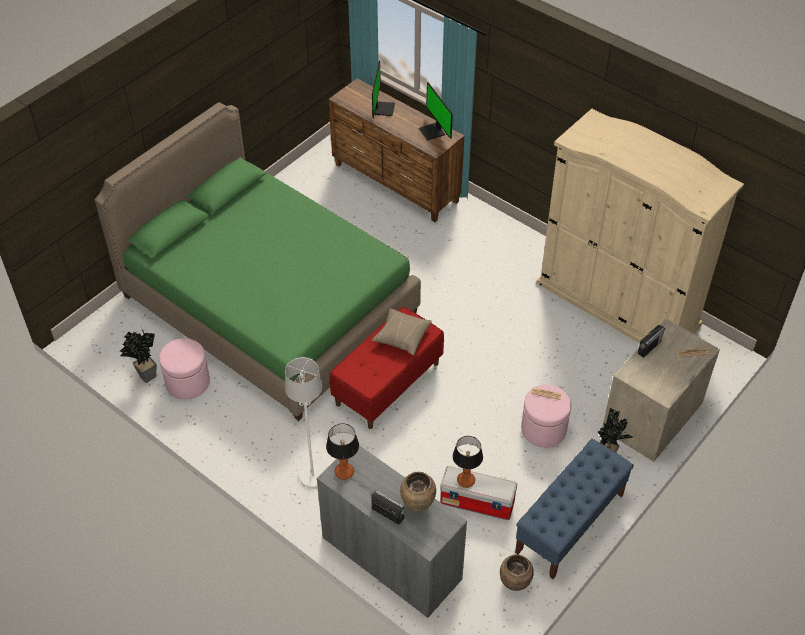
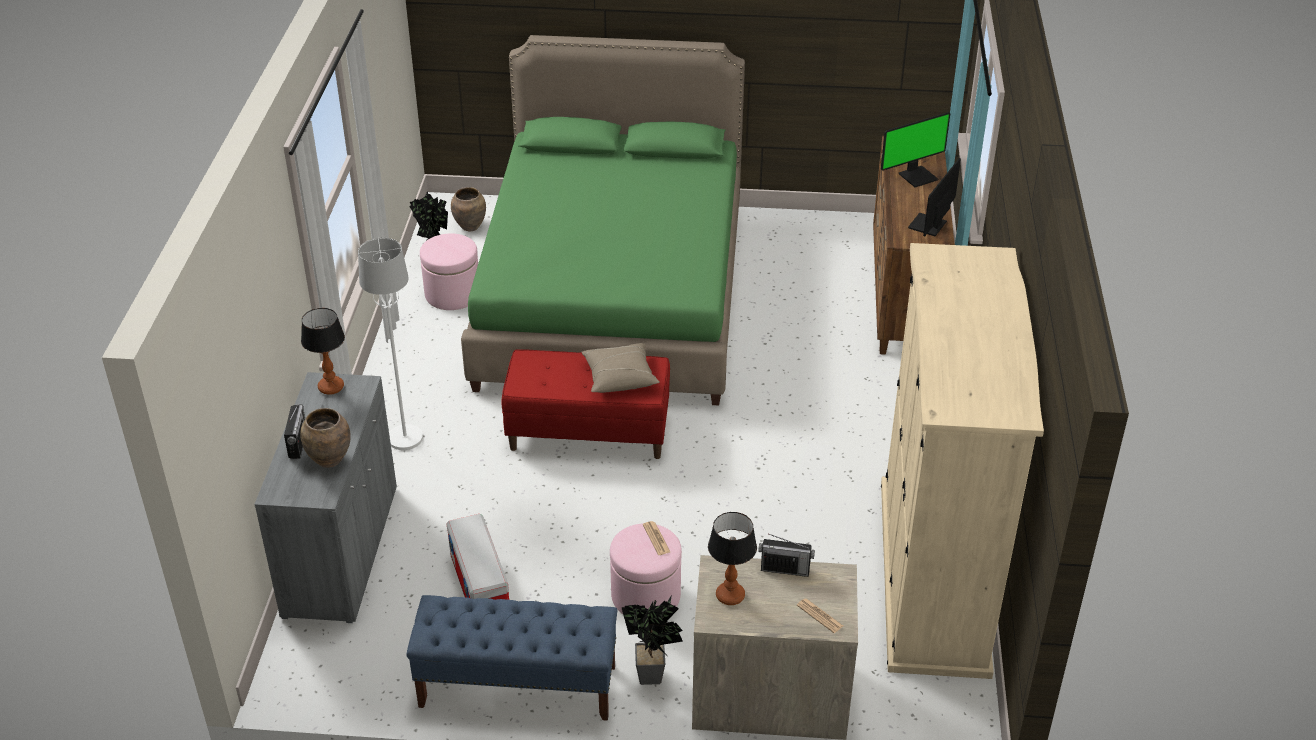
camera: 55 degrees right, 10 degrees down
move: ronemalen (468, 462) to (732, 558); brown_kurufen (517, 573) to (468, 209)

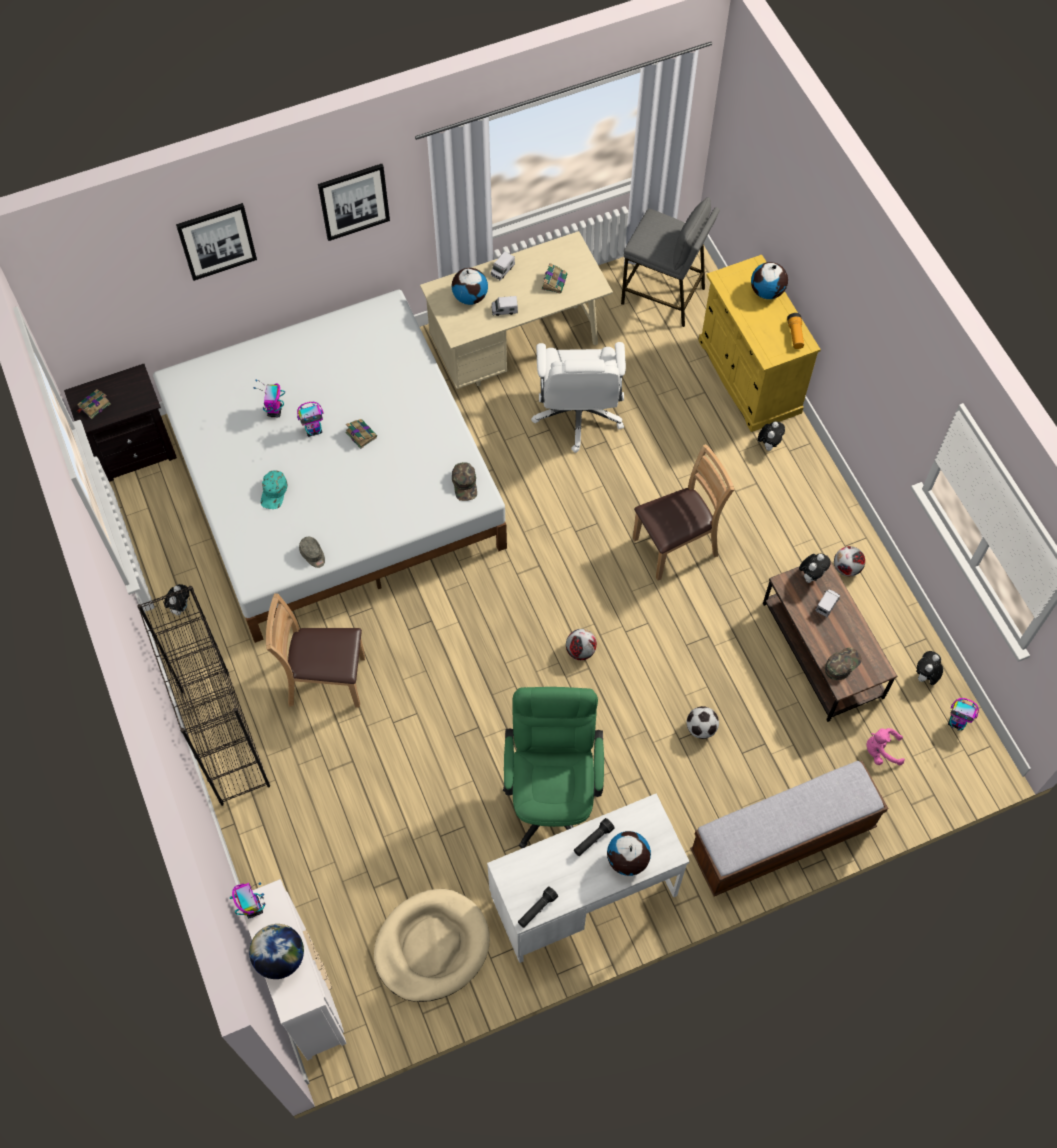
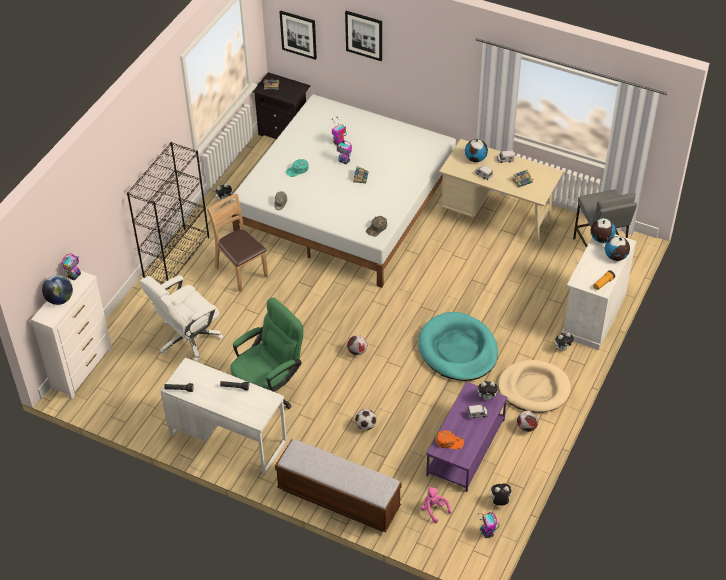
camera: 50 degrees right, 15 degrees down
move: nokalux (354, 202) to (298, 35); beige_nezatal (432, 945) to (534, 386); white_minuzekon (578, 397) to (181, 318); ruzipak (629, 853) to (603, 230)
replace: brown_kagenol (684, 512) to turquoise_nezatal (458, 346)
recolor: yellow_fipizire (759, 343) to white_fipizire (599, 292); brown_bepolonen (830, 638) to purple_bepolonen (466, 437); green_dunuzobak (843, 664) to orange_dunuzobak (450, 439)

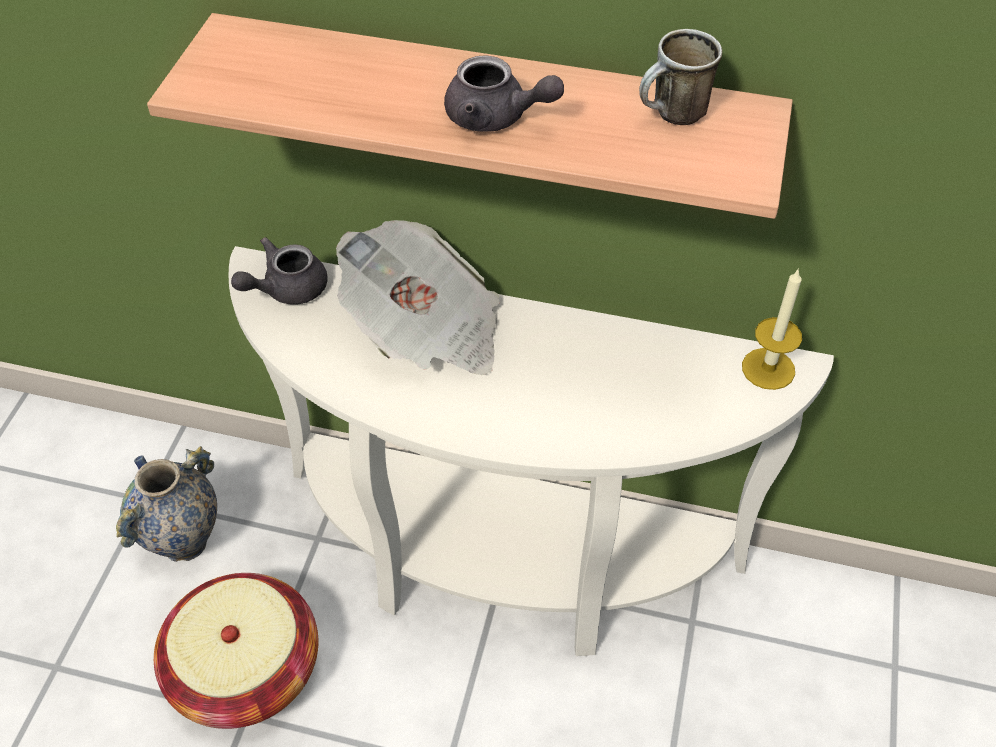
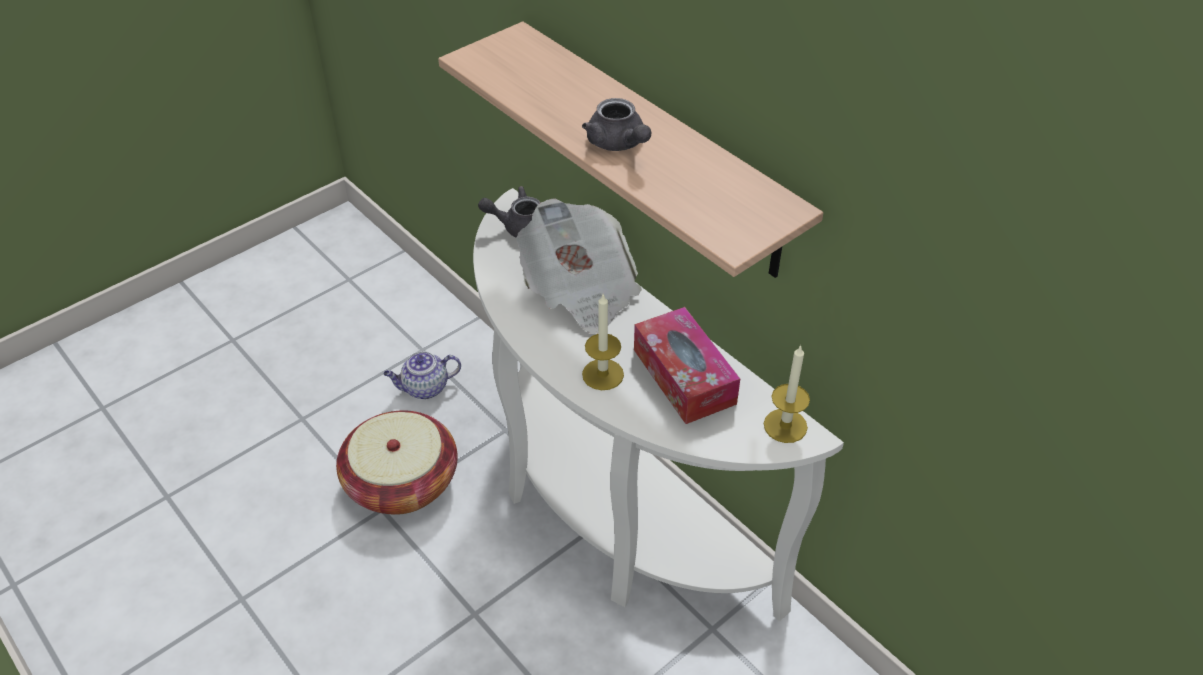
camera: 35 degrees right, 5 degrees down
delete: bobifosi (680, 77)
insert: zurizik (603, 342); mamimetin (687, 365)
replace: kurufen (166, 504) to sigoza (422, 375)

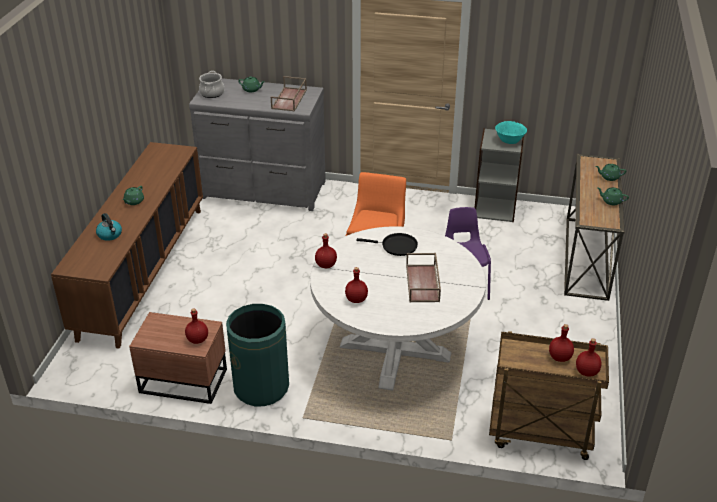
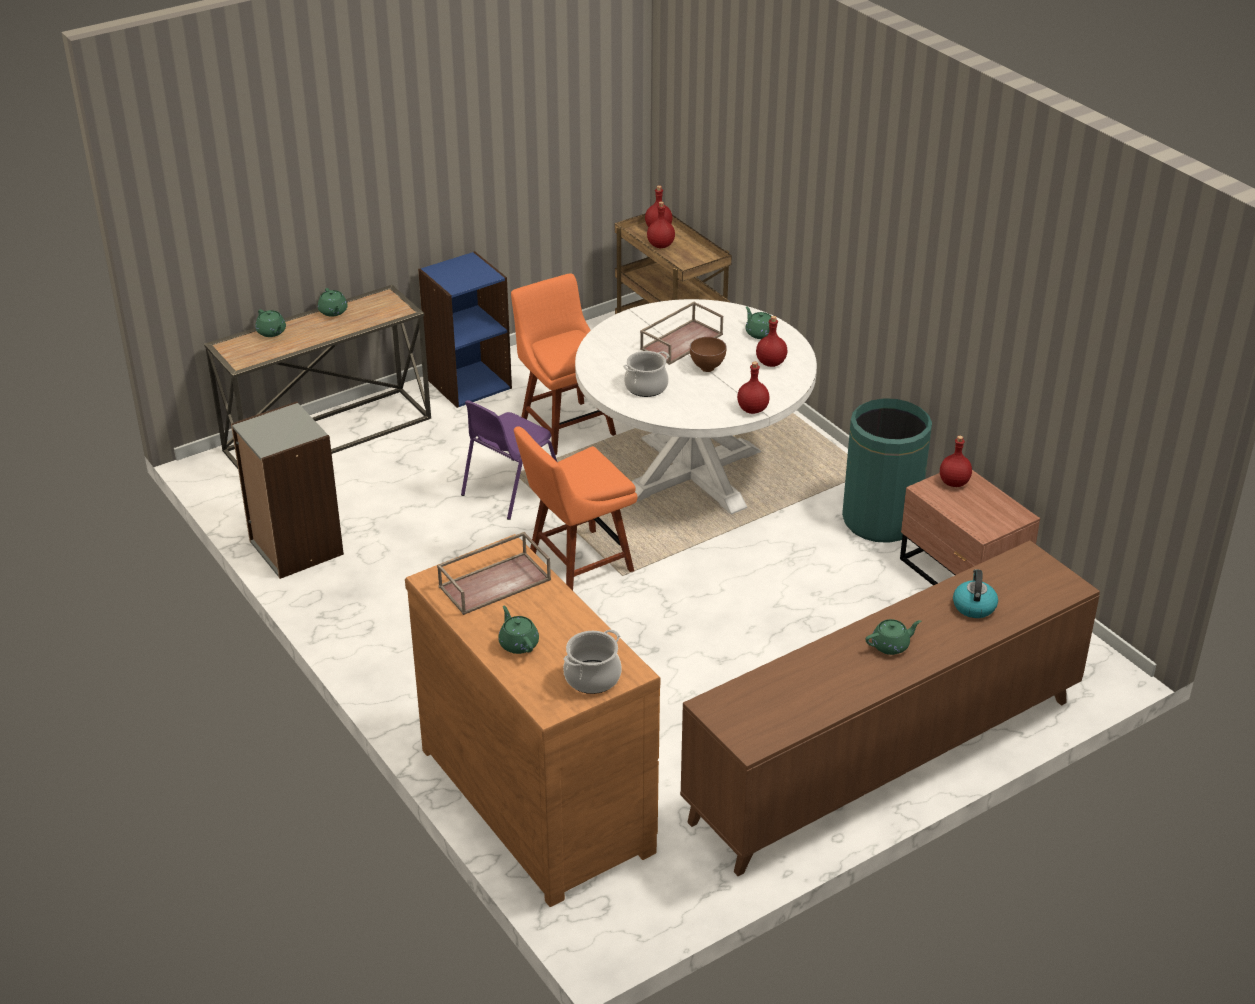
camera: 135 degrees left, 0 degrees up
delete: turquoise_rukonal (511, 132)
insert: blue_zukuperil (465, 329); orange_kagenol (563, 364); brown_rukonal (708, 354); green_sigoza (758, 322)
replace: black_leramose (387, 244) to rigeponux (646, 374)
recolor: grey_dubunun (257, 144) to brown_dubunun (532, 720)

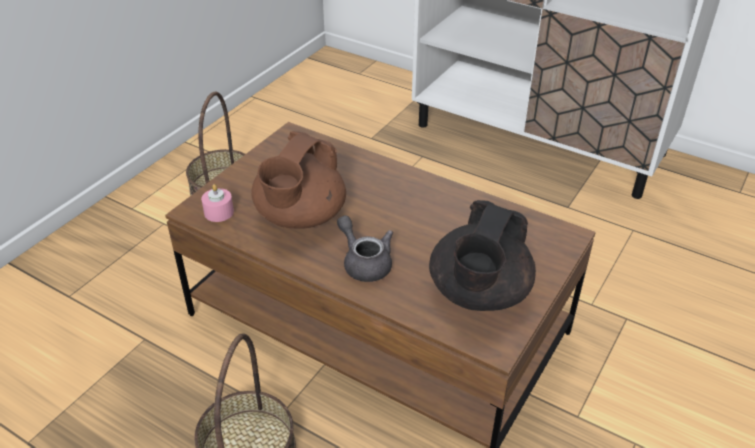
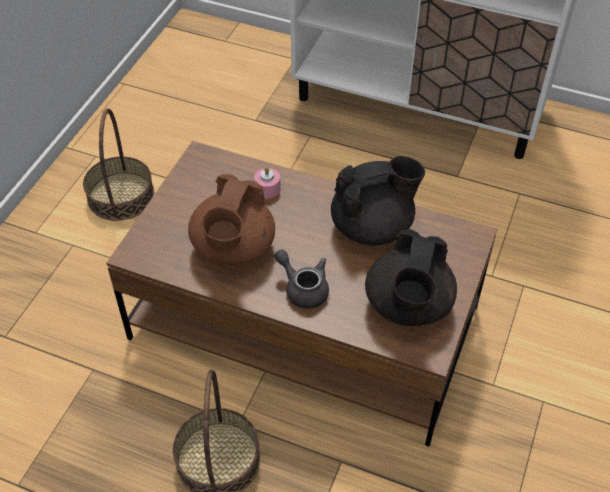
camera: 10 degrees left, 10 degrees up
insert: black_sigoza (378, 200)
move: pink_zurizik (217, 203) to (267, 182)

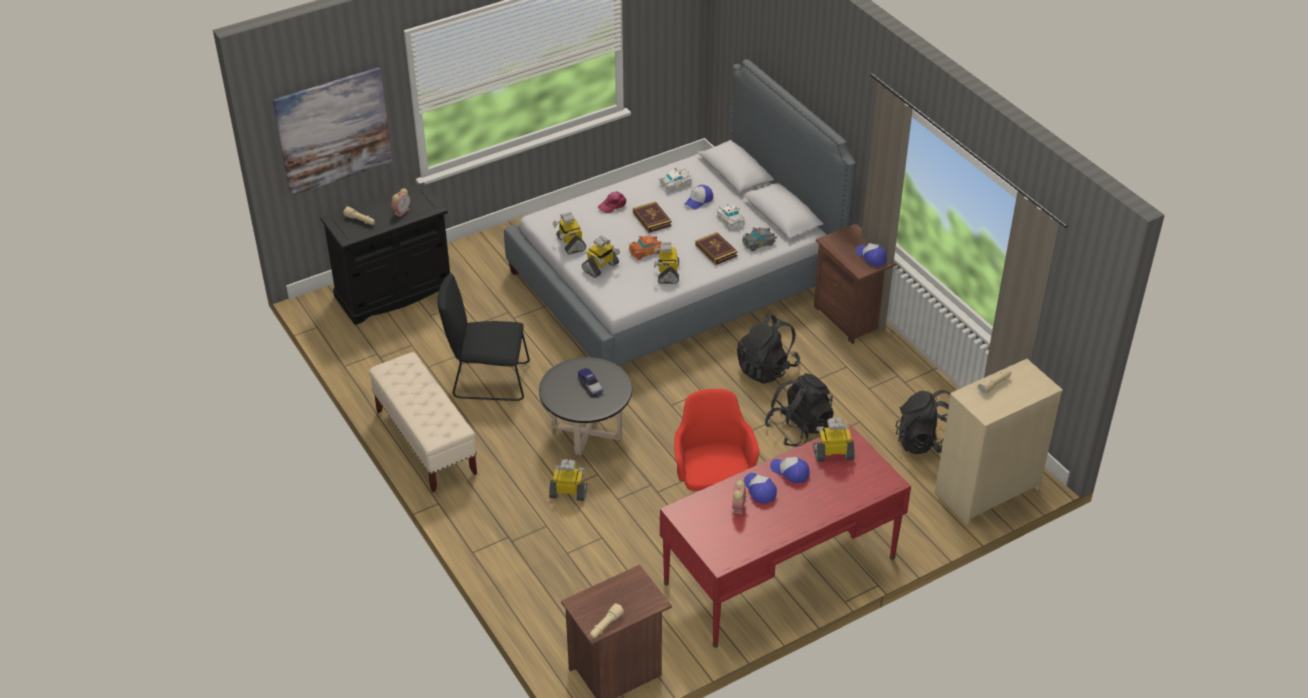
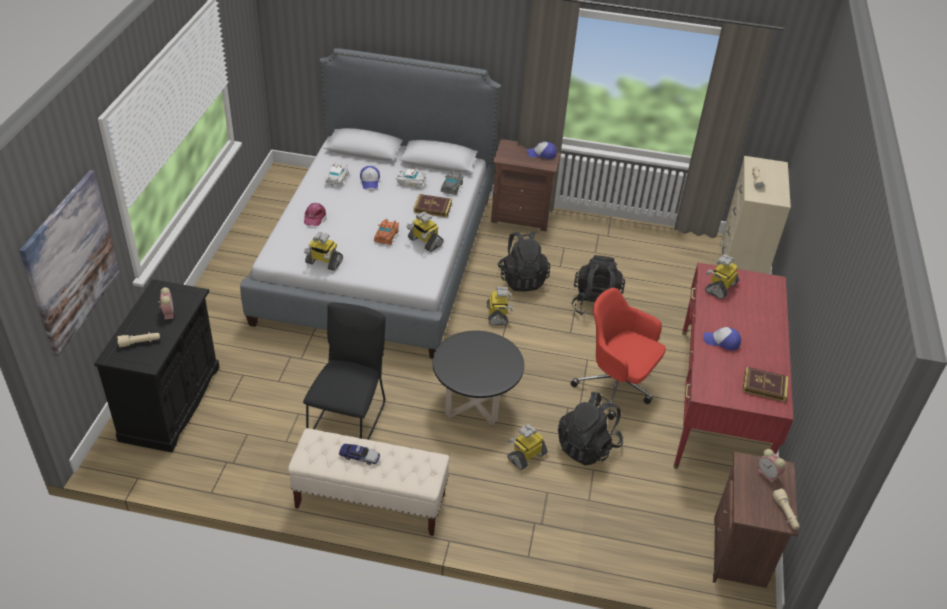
camera: 50 degrees left, 0 degrees up
delete: dunuzobak (790, 470)
move: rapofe (590, 381) to (359, 454); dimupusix (601, 257) to (500, 306); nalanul (652, 217) to (765, 384); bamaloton (739, 497) to (771, 466); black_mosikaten (922, 422) to (590, 429)
rotate: black_kagenol (483, 337) = (344, 371) 150 degrees clockwise

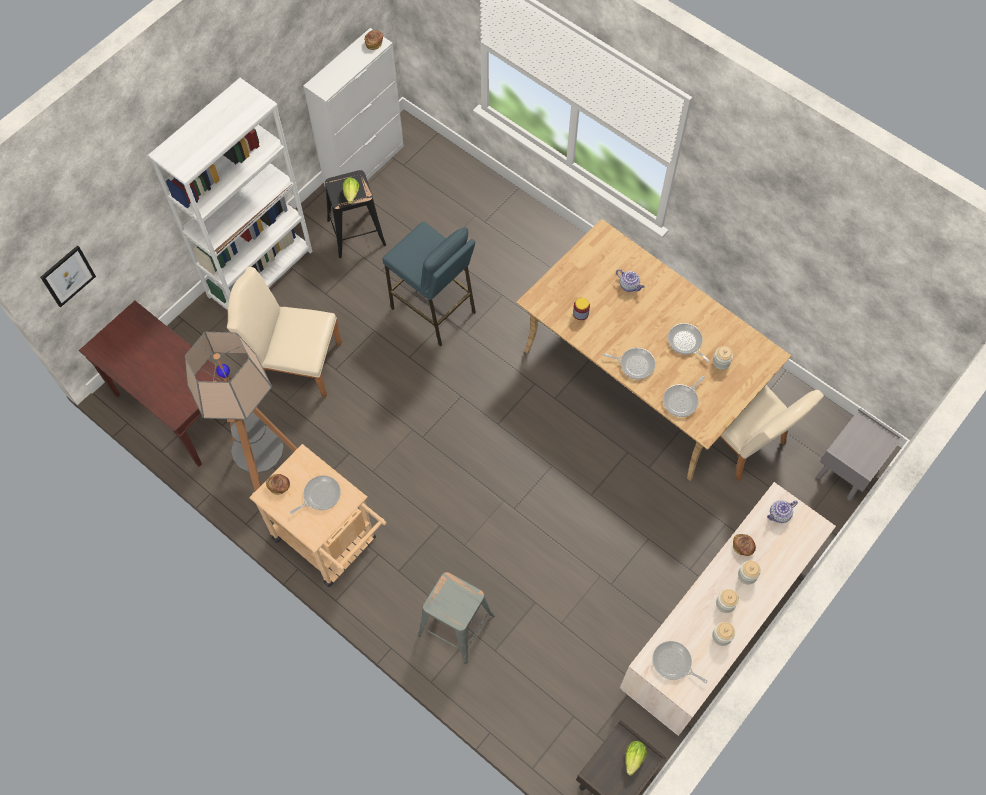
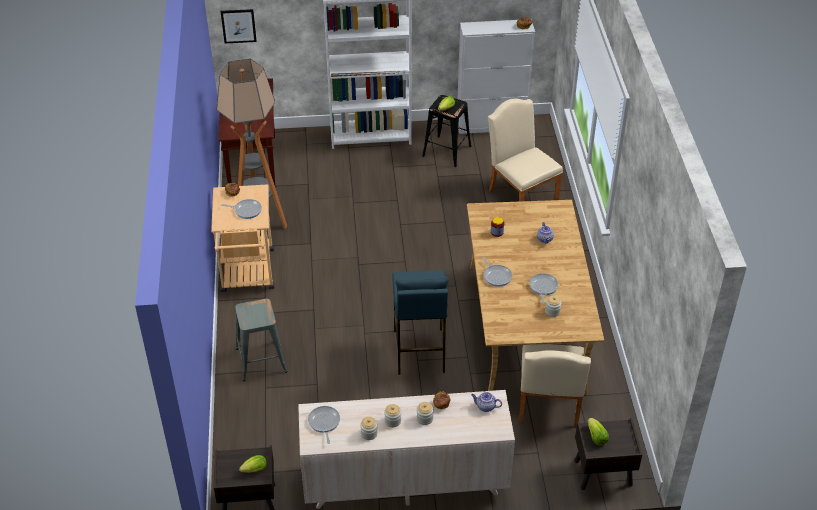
camera: 45 degrees right, 20 degrees down
delete: leramose (684, 396)
insert: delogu (598, 431)
move: beige_kagenol (284, 332) to (525, 150); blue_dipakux (429, 284) to (420, 322)
recolor: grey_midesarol (859, 454) to brown_midesarol (608, 454)

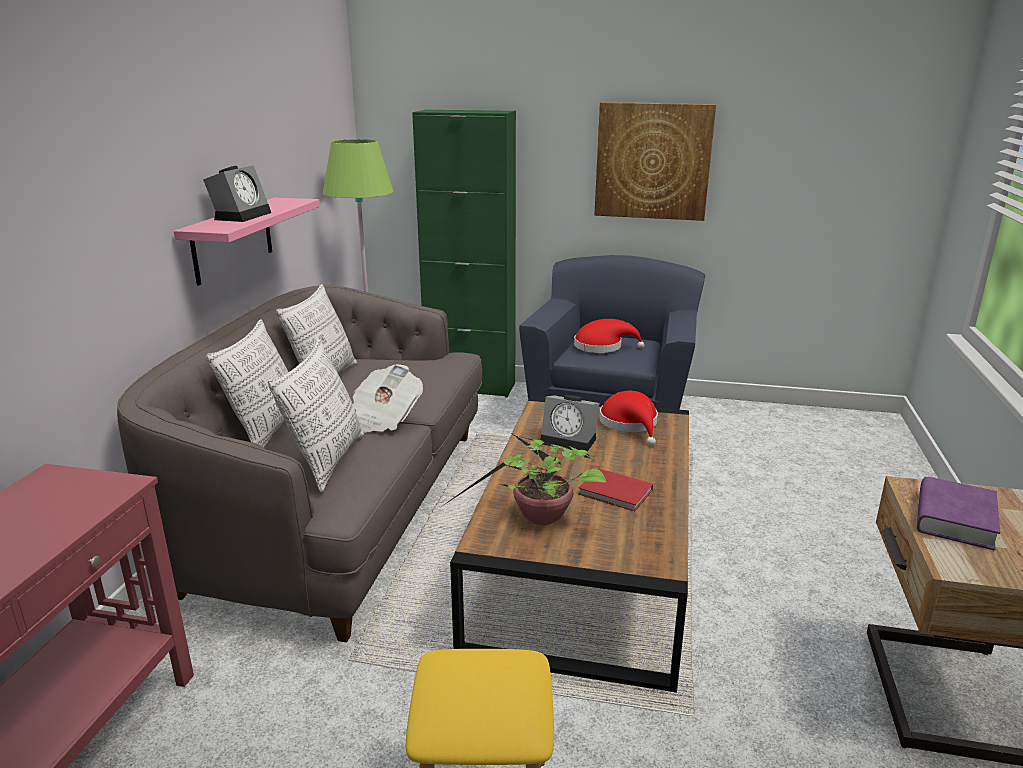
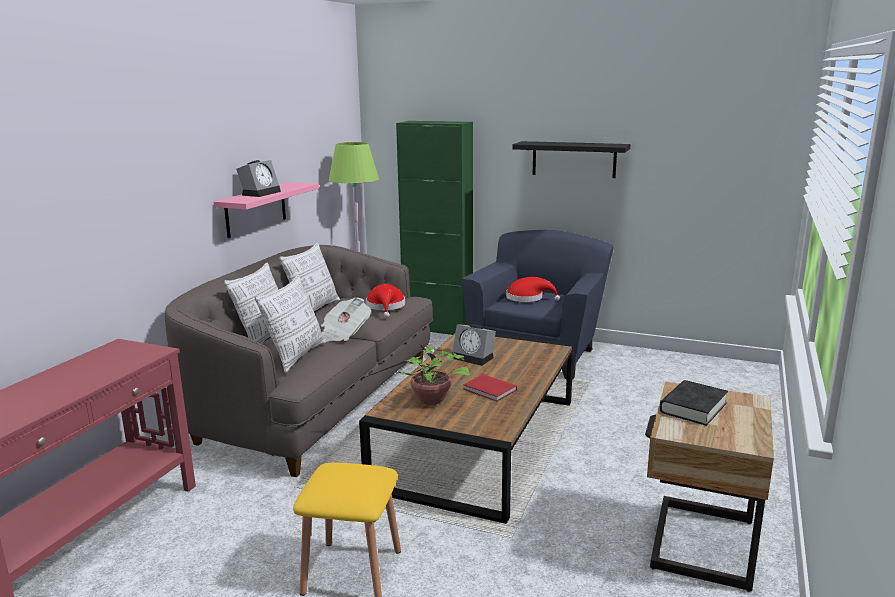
camera: 10 degrees right, 5 degrees down
move: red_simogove (628, 418) to (385, 301)
replace: nokalux (655, 161) to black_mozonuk (572, 159)
recolor: purple_nalanul (958, 513) to black_nalanul (694, 403)

